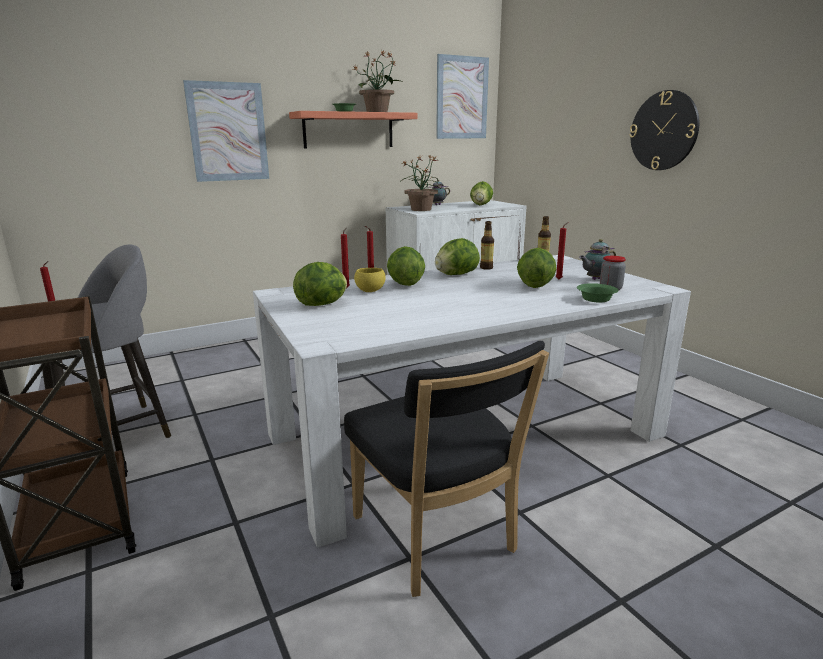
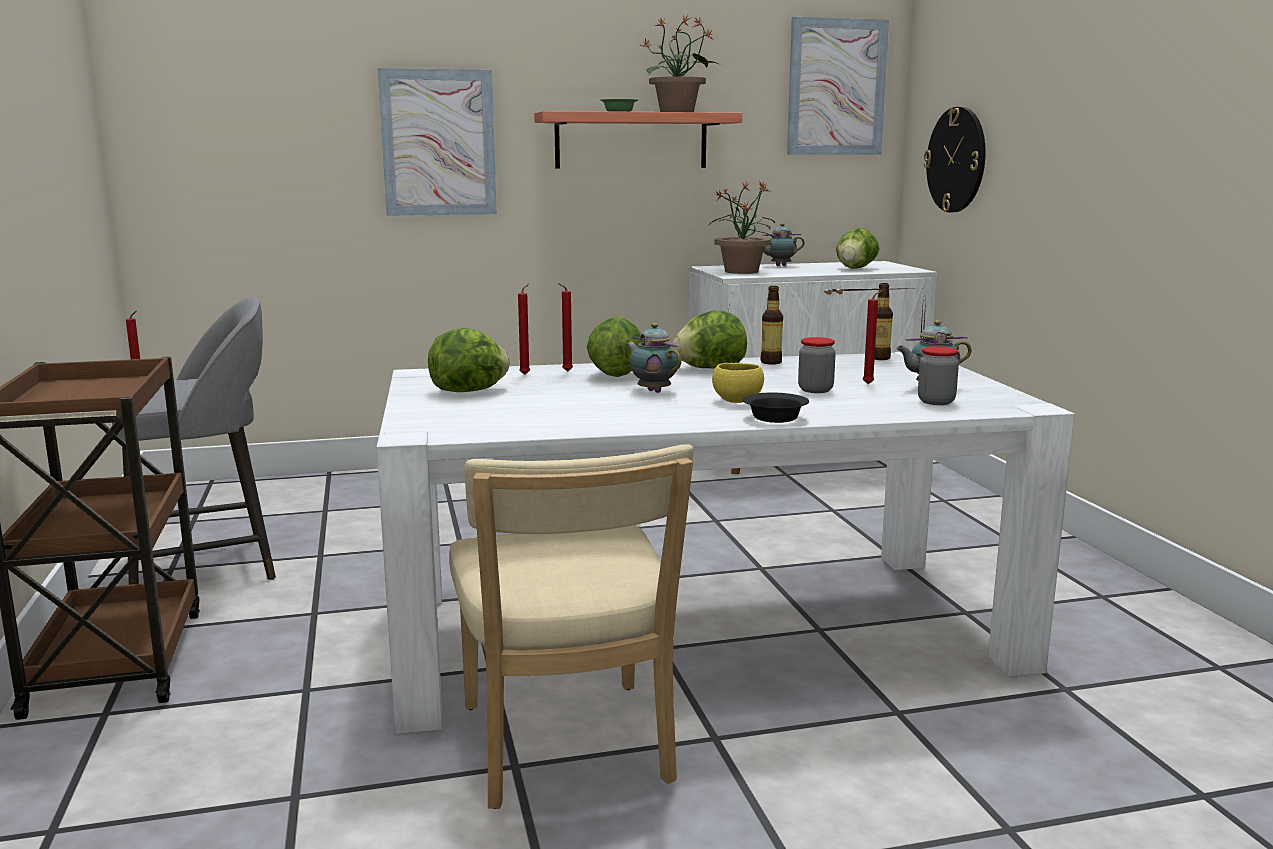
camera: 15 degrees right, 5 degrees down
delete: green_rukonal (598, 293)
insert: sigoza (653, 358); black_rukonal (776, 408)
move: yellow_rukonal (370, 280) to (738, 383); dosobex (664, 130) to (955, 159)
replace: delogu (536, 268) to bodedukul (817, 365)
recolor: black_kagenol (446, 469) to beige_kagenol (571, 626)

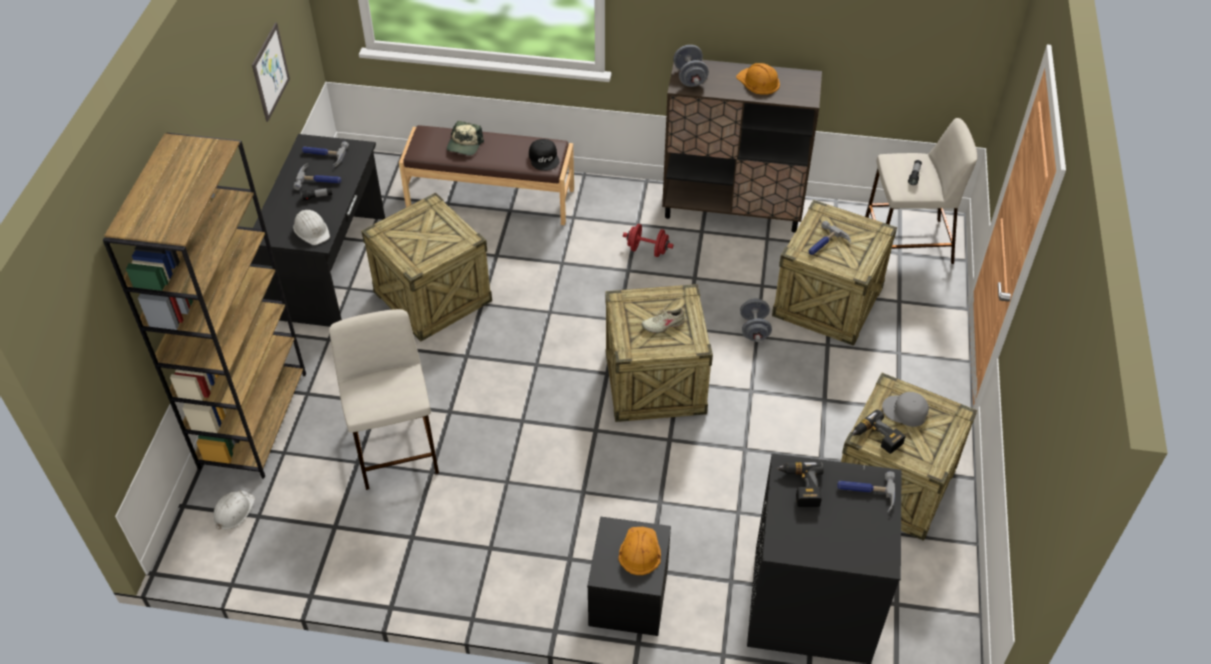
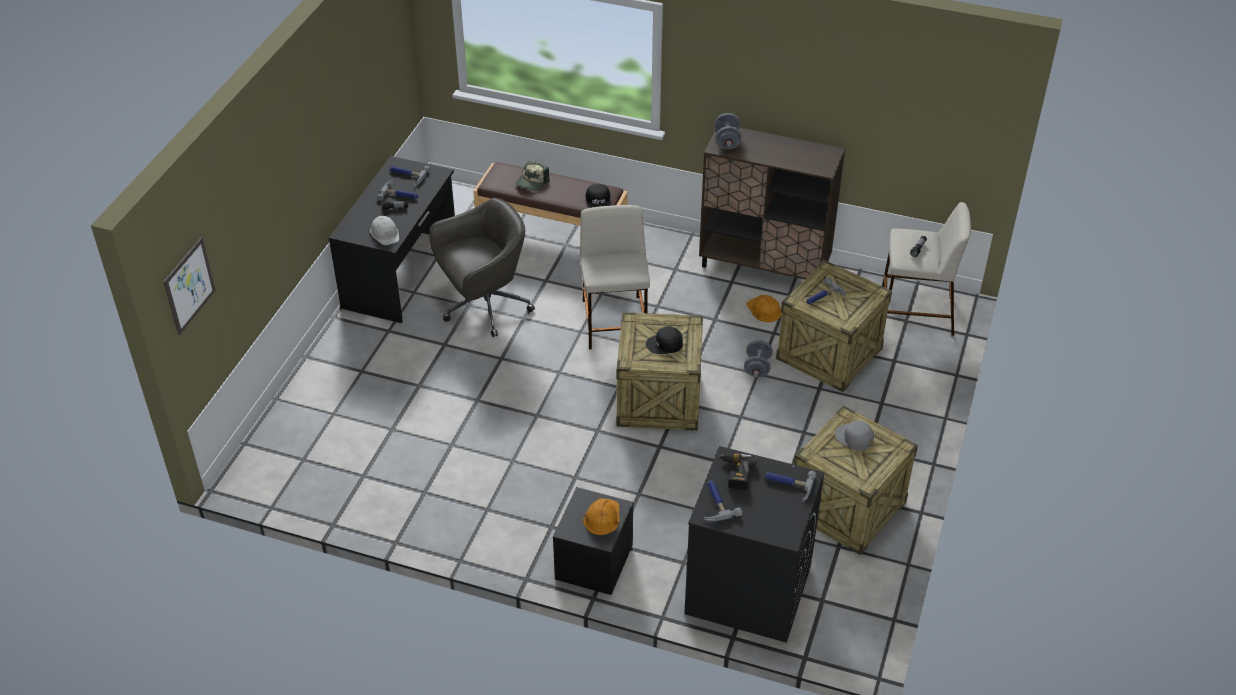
camera: 10 degrees right, 5 degrees down
delete: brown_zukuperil (204, 305); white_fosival (234, 510); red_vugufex (648, 240); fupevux (878, 432)
insert: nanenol (722, 501)
move: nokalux (271, 72) to (189, 286); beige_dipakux (384, 399) to (615, 277); orange_fosival (758, 78) to (763, 308)
replace: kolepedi (426, 267) to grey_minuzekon (482, 267); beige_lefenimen (663, 319) to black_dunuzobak (664, 340)

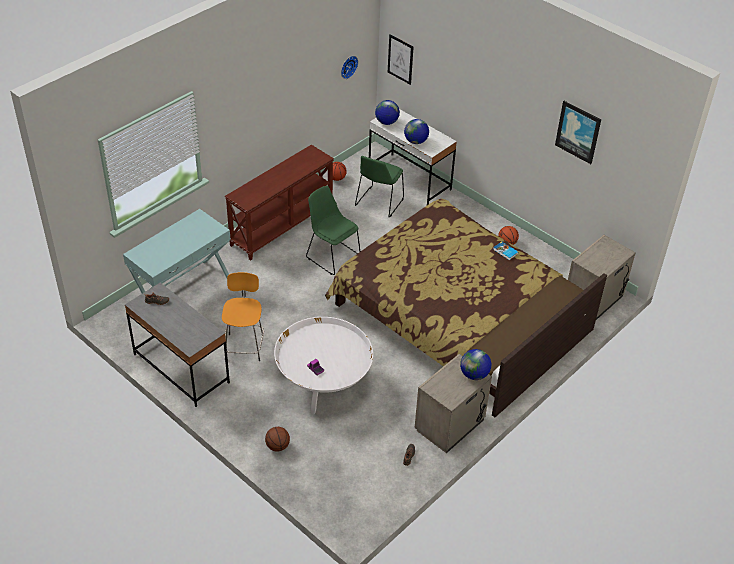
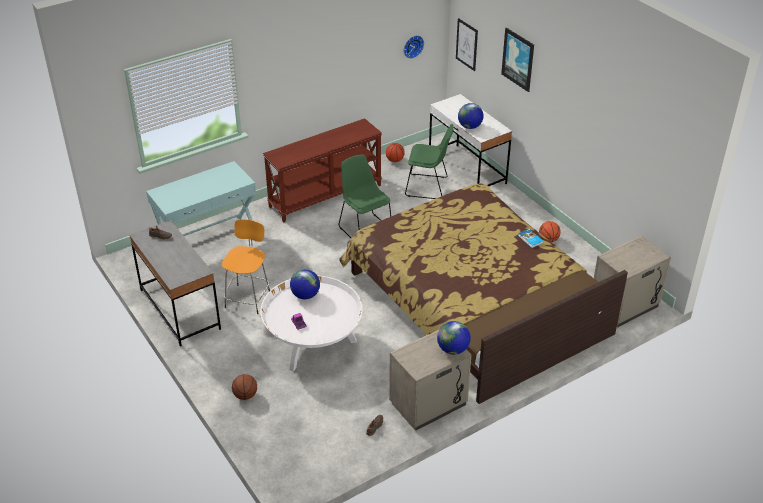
camera: 15 degrees right, 5 degrees down
move: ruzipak (387, 112) to (305, 284); nokalux (578, 132) to (517, 60)
rotate: green_kagenol (379, 187) = (429, 161) 120 degrees counterclockwise

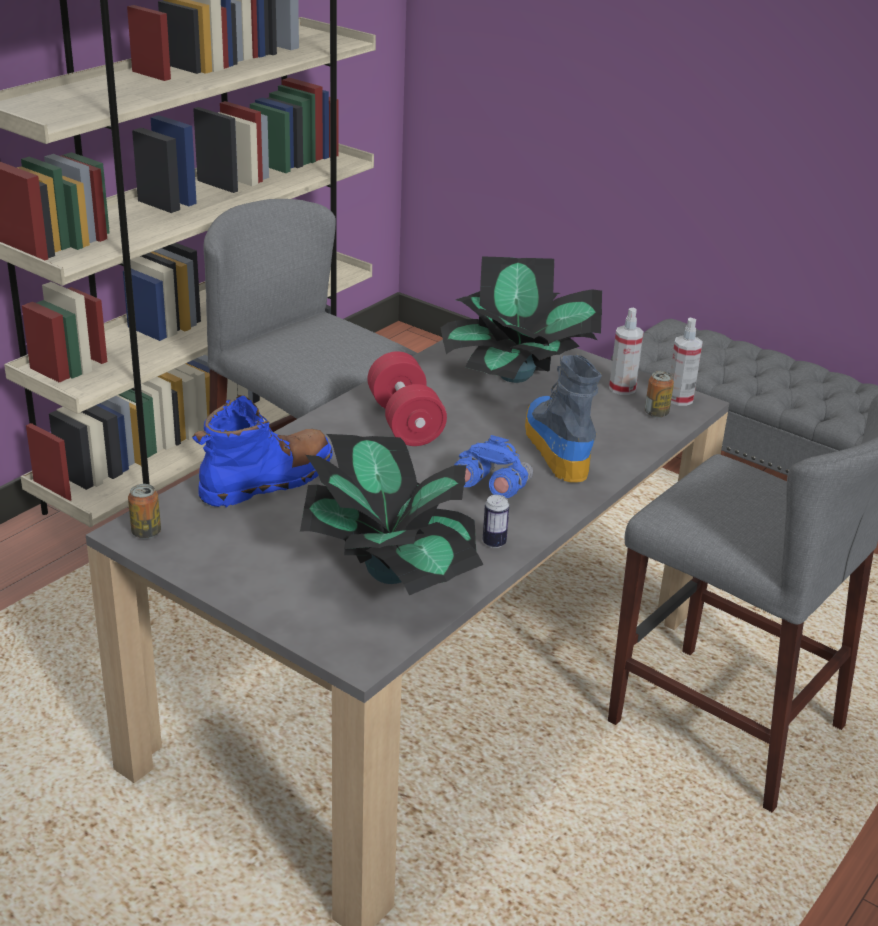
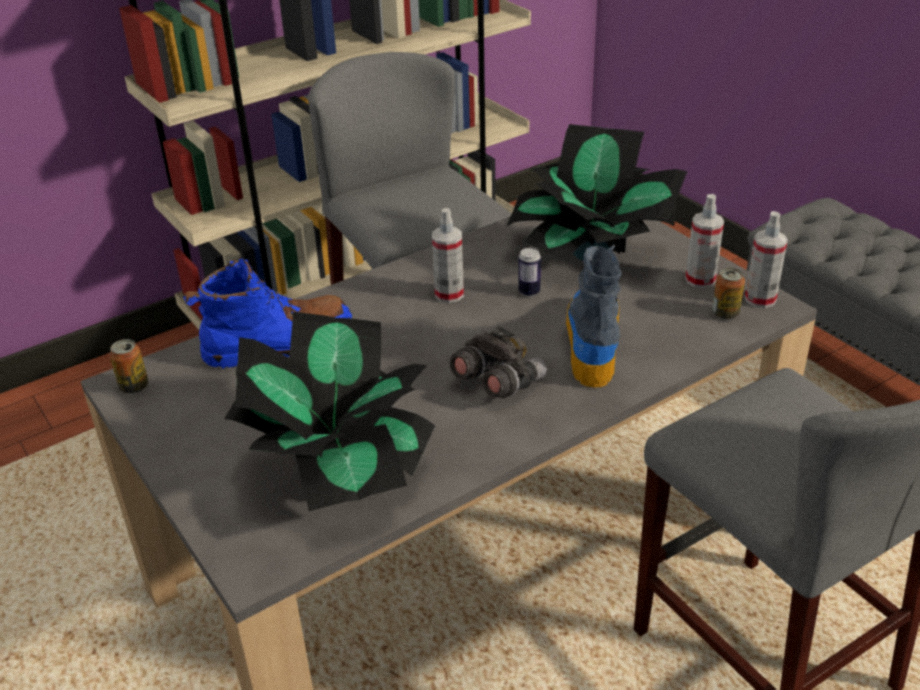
camera: 20 degrees right, 5 degrees up
move: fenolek (496, 521) to (529, 272)
replace: red_vugufex (407, 398) to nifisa (448, 255)
recolor: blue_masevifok (493, 466) to grey_masevifok (498, 362)

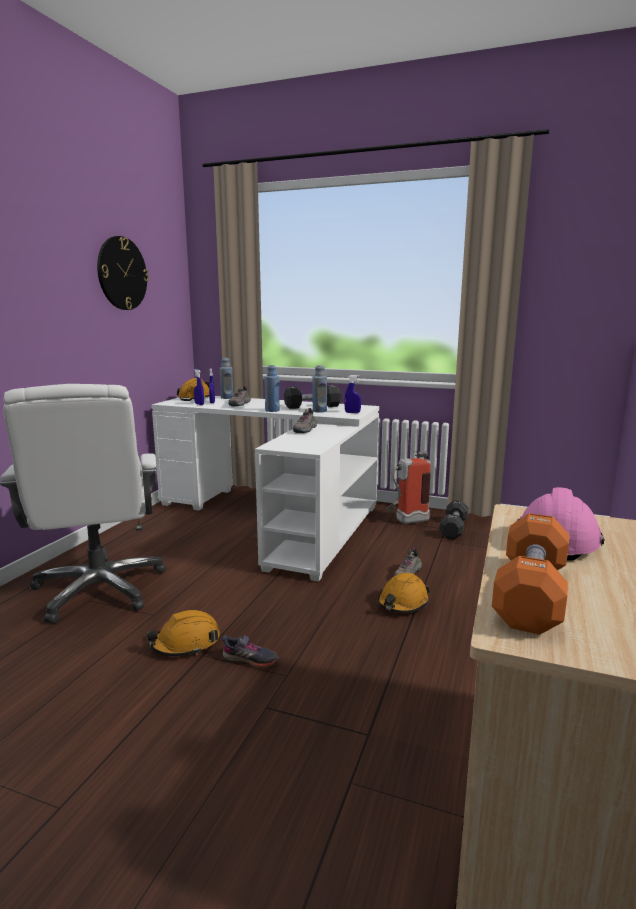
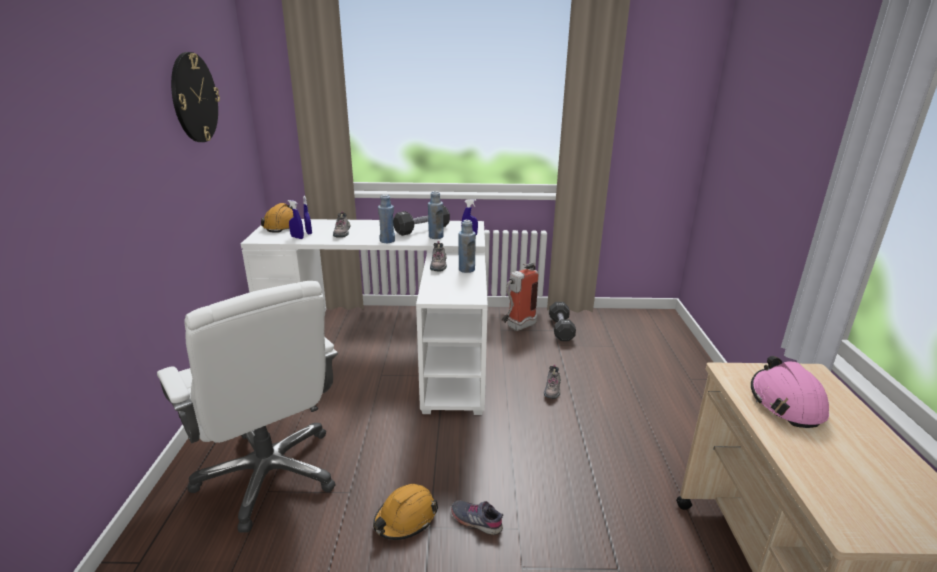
camera: 20 degrees left, 10 degrees up
delete: orange_fosival (404, 593); orange_vugufex (530, 574)
move: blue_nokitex (226, 378) to (467, 246)
rotate: grey_lefenimen (250, 651) = (477, 517) 150 degrees counterclockwise

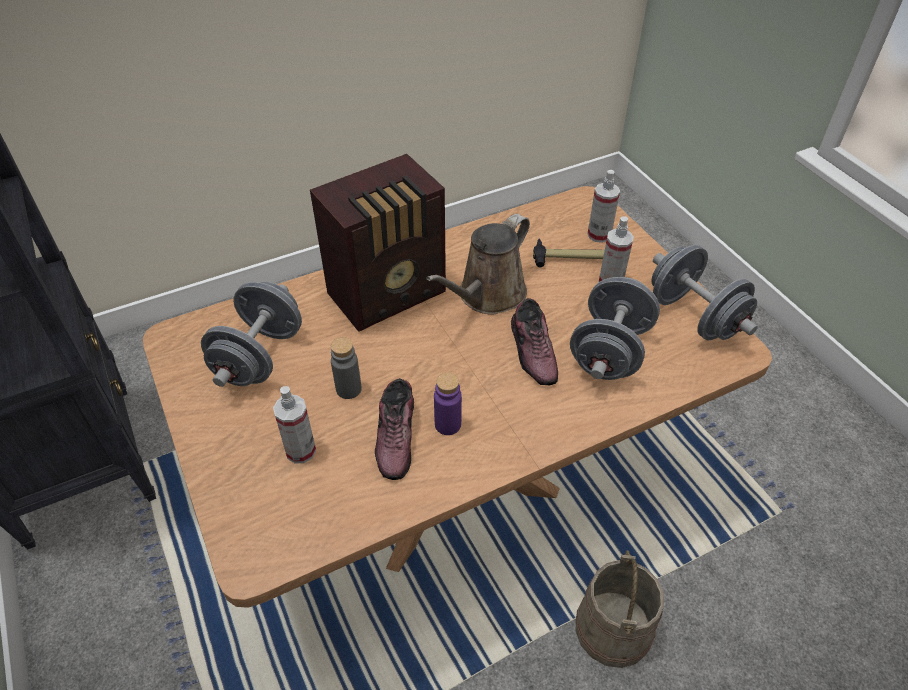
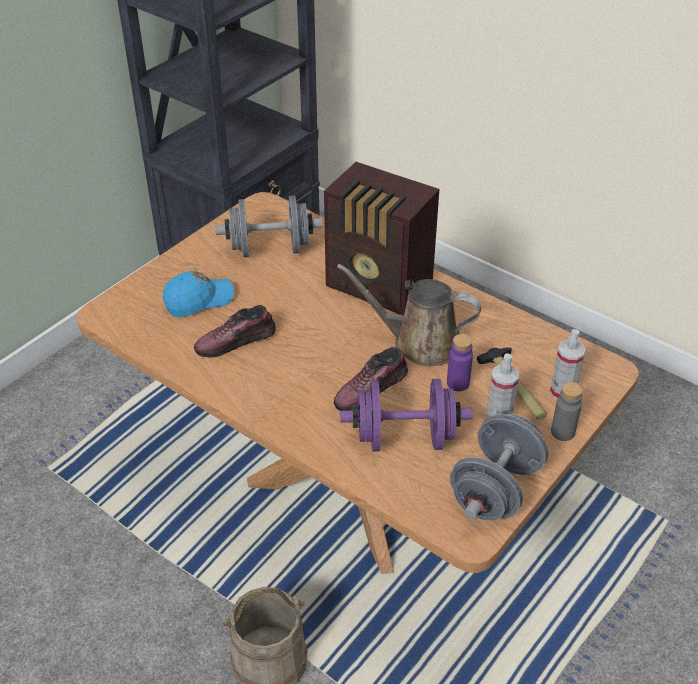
camera: 65 degrees right, 5 degrees down
move: grey_nokitex (346, 368) to (567, 411); purple_nokitex (448, 404) to (460, 362)
replace: nifisa (294, 424) to blue_dunuzobak (198, 294)
recolor: grey_vugufex (615, 328) to purple_vugufex (406, 415)

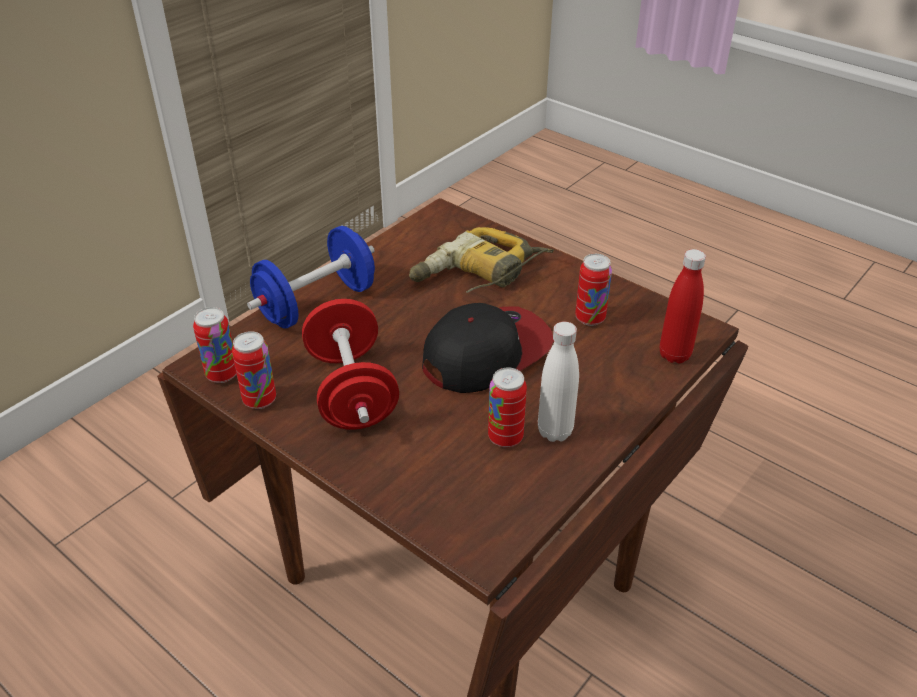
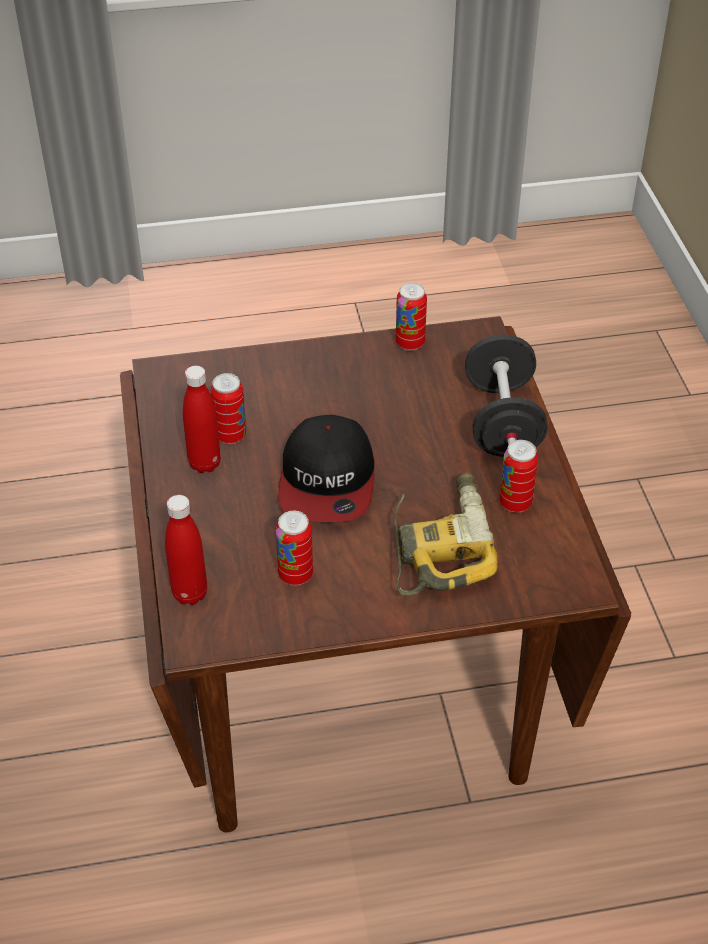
camera: 130 degrees right, 5 degrees up
delete: red_vugufex (350, 364)
move: fenolek (214, 345) to (518, 476)
recolor: blue_vugufex (311, 277) to black_vugufex (506, 395); white_nokitex (558, 382) to red_nokitex (202, 419)

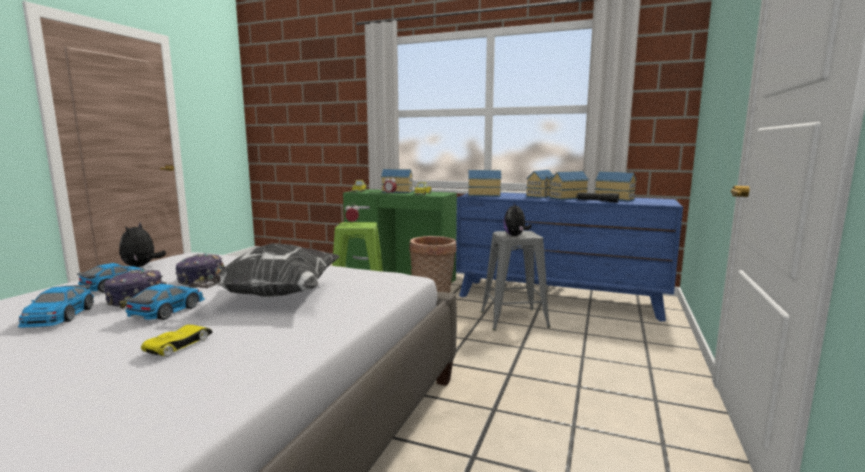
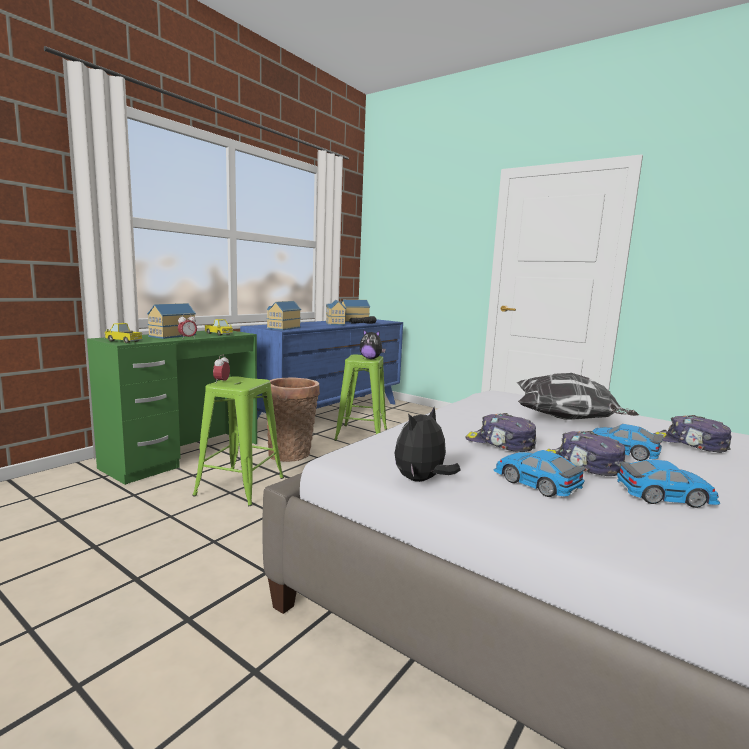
camera: 75 degrees left, 0 degrees up
delete: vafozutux (540, 184)
replace: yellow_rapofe (177, 341) to dunuzobak (692, 434)
recolor: grey_dipakux (515, 281) to green_dipakux (360, 397)
rotate: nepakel (142, 244) = (427, 444) 120 degrees clockwise

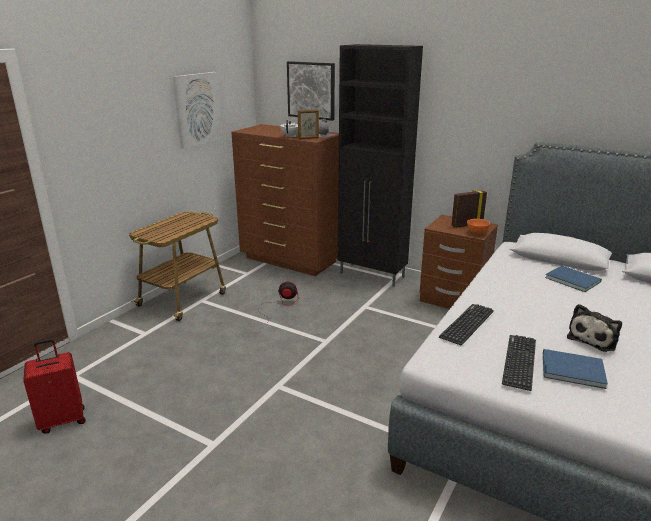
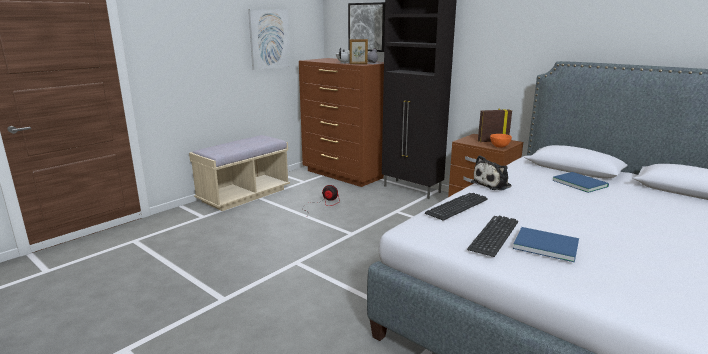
camera: 10 degrees right, 5 degrees down
delete: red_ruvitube (54, 386)
move: nepakel (594, 328) to (491, 173)
replace: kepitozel (177, 266) to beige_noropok (239, 173)

